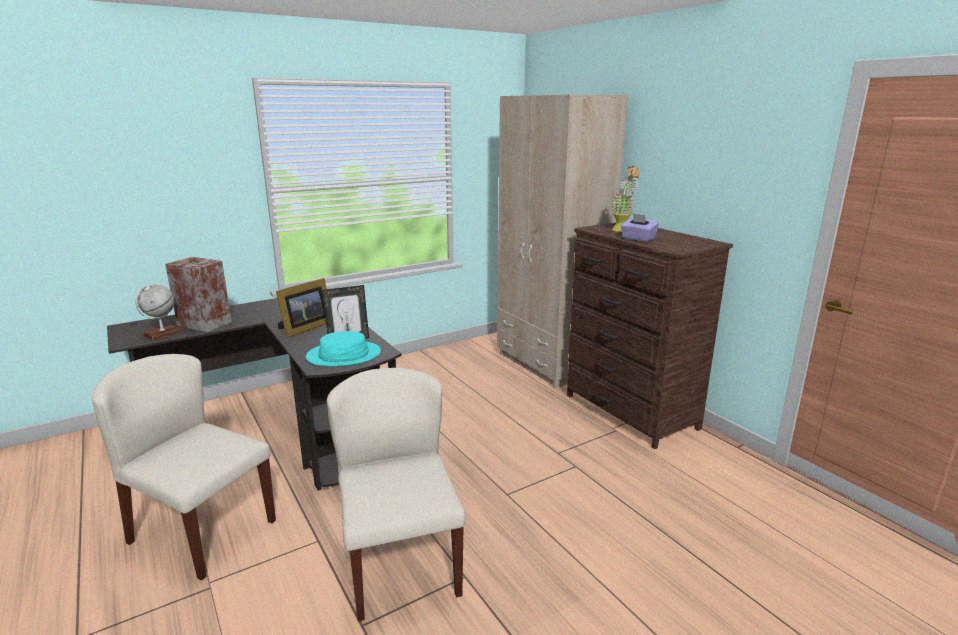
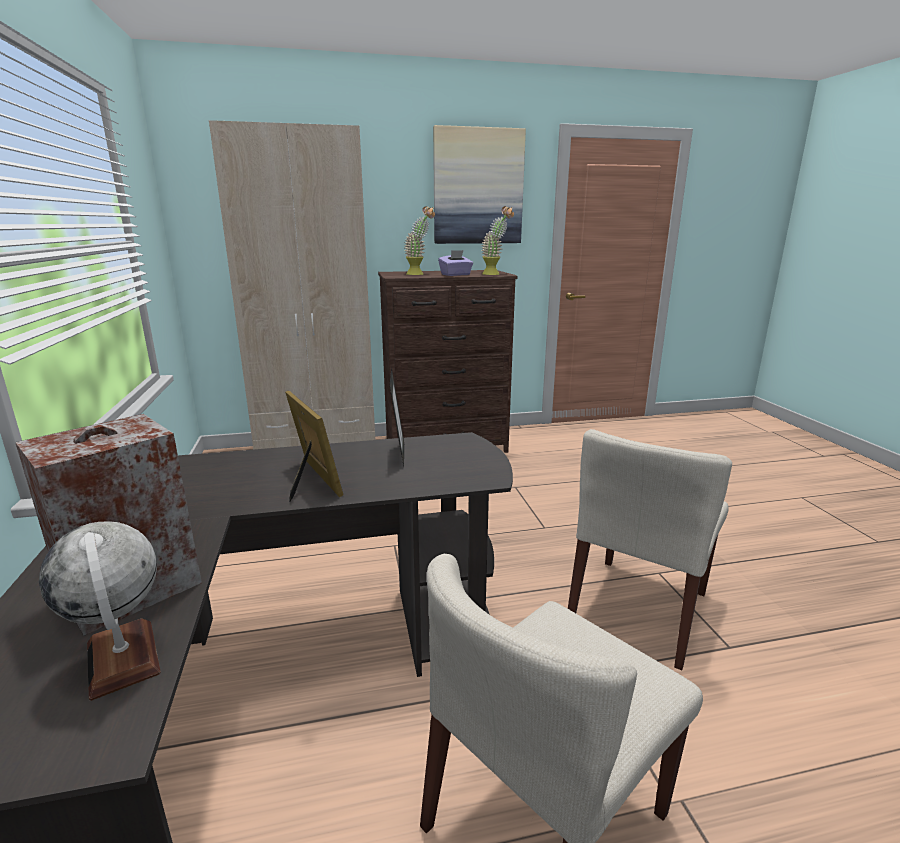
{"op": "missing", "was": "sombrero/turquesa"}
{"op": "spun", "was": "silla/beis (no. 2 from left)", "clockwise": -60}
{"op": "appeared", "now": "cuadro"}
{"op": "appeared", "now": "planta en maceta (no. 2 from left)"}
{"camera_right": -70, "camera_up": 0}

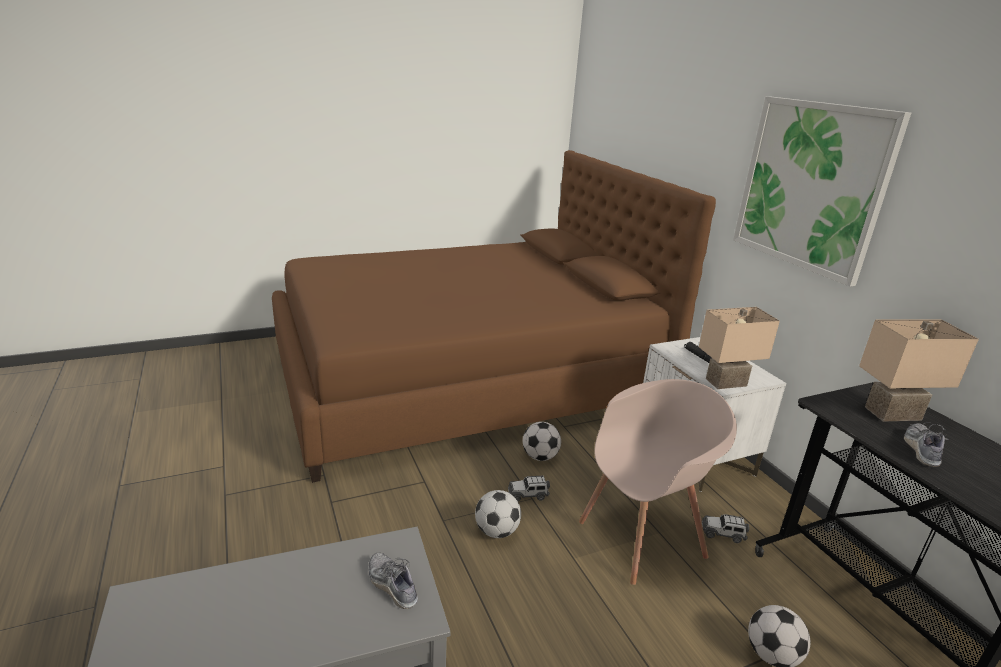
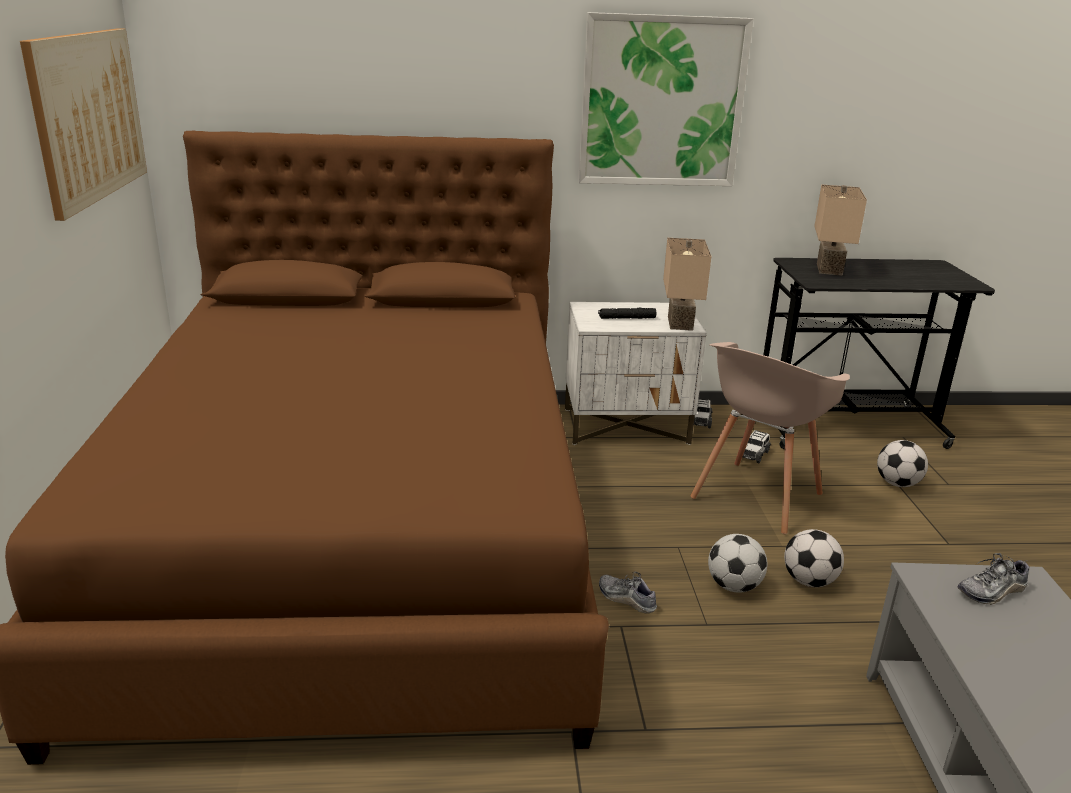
{"op": "spun", "was": "silla/beis", "clockwise": -135}
{"op": "relocated", "was": "balón de fútbol (no. 2 from left)"}
{"op": "relocated", "was": "zapato (no. 2 from left in the first image)", "now": "zapato (no. 1 from left)"}
{"op": "relocated", "was": "coche de juguete (no. 1 from left)"}
{"op": "appeared", "now": "cuadro (no. 1 from left)"}
{"camera_right": -70, "camera_up": 0}

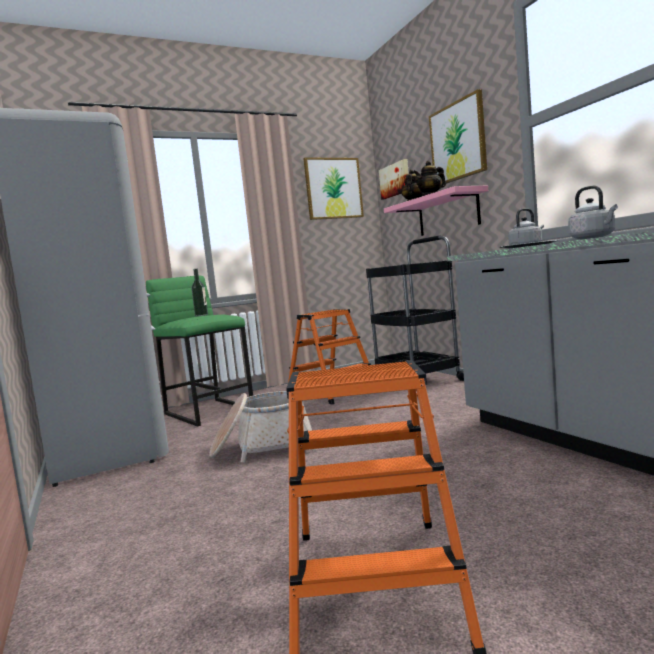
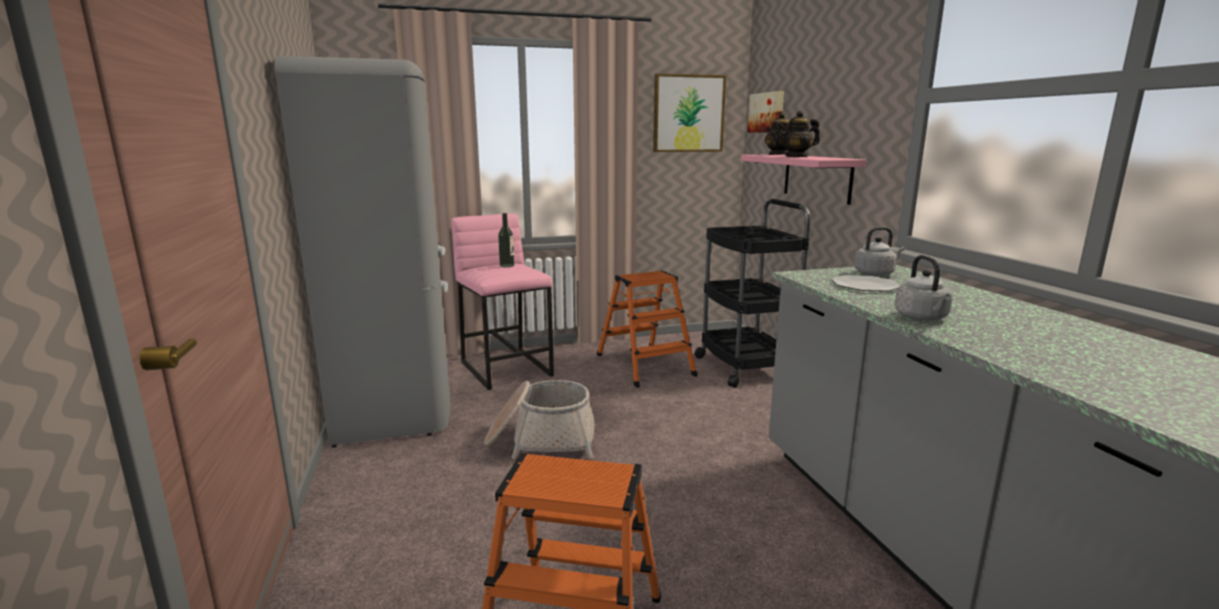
{"op": "missing", "was": "cuadro (no. 3 from left)"}
{"op": "colour", "was": "taburete/verde", "now": "taburete/rosa"}
{"camera_right": 10, "camera_up": 10}

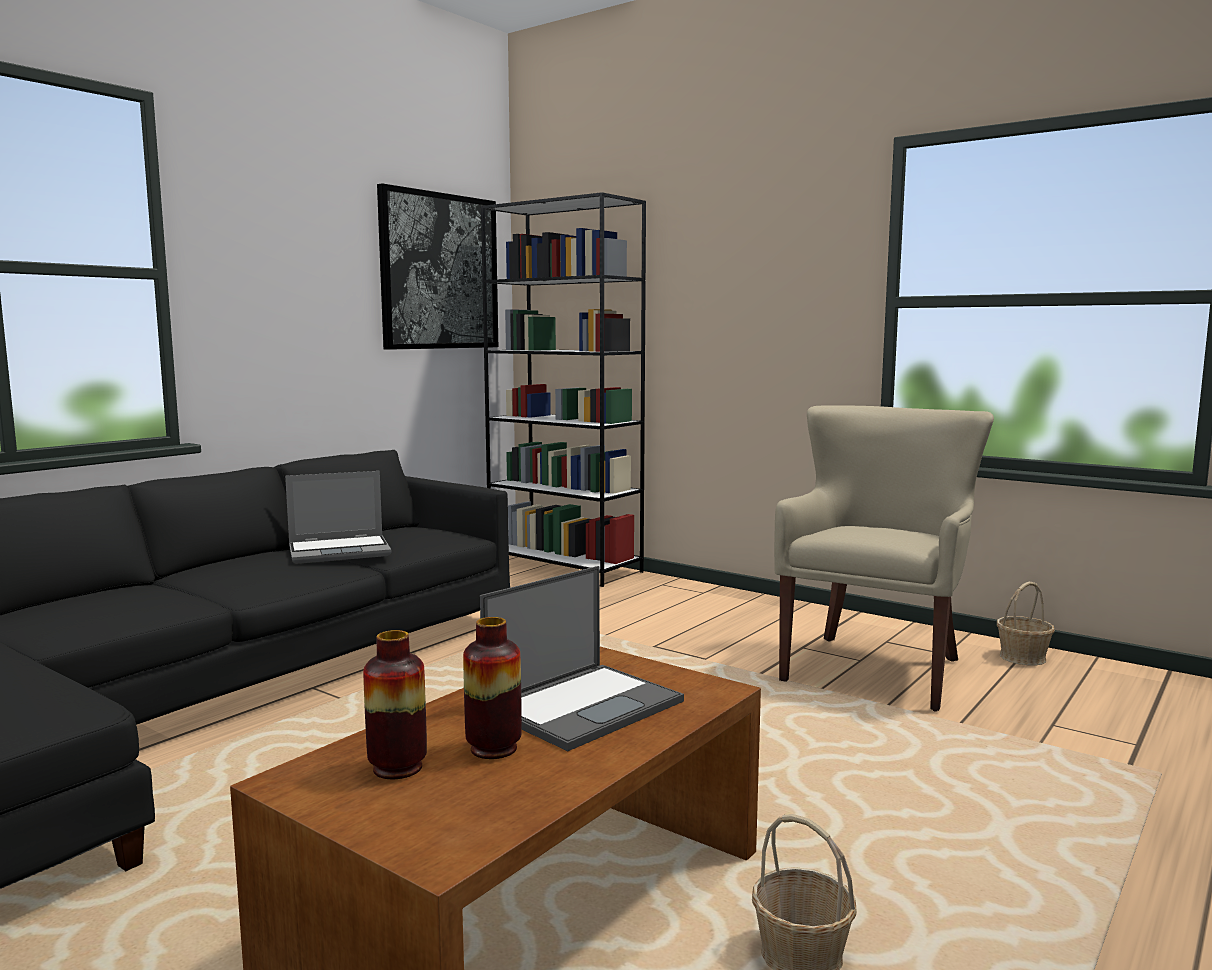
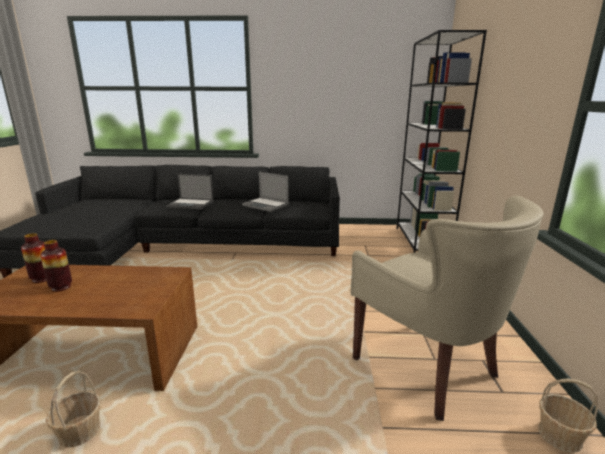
{"op": "missing", "was": "cuadro"}
{"op": "spun", "was": "sillón/beis", "clockwise": 60}
{"op": "relocated", "was": "portátil (no. 2 from left in the first image)", "now": "portátil (no. 1 from left)"}
{"camera_right": 55, "camera_up": 10}

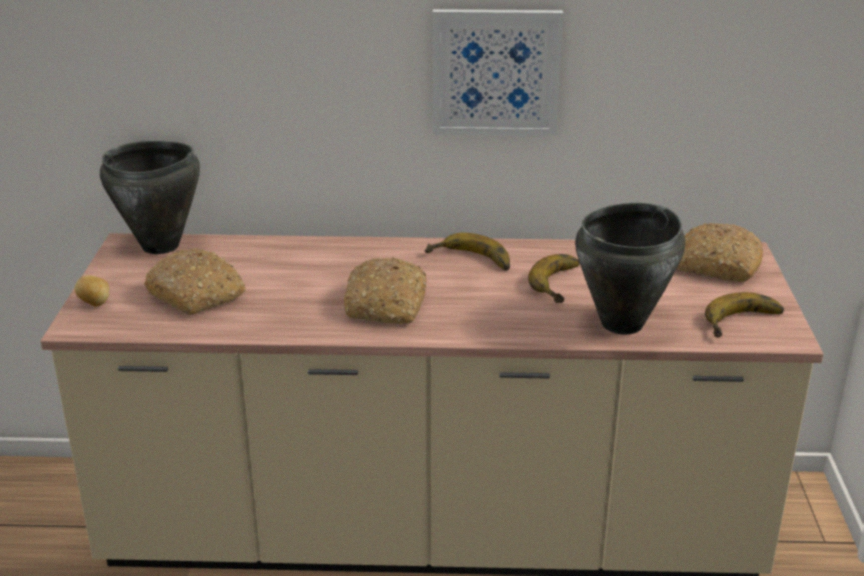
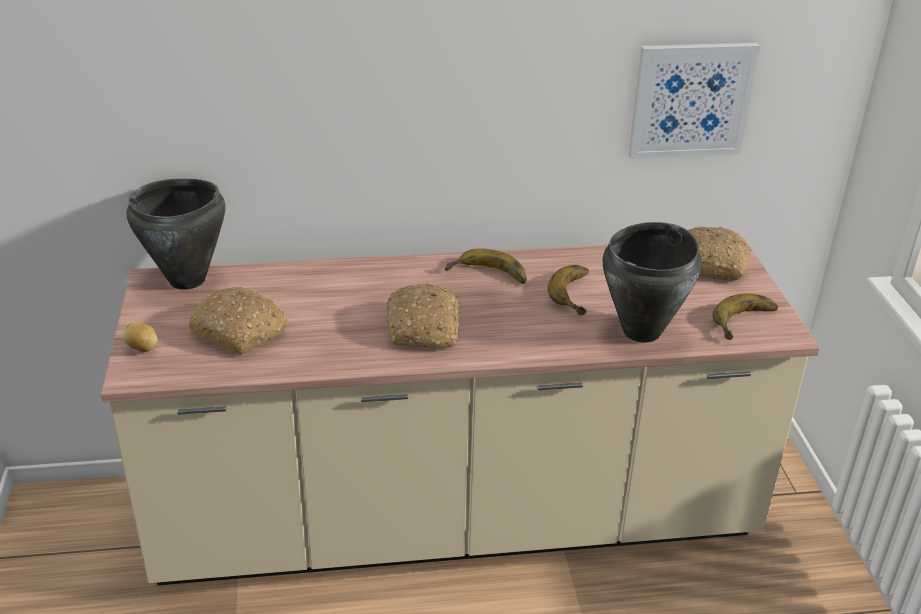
{"op": "relocated", "was": "cuadro"}
{"camera_right": -10, "camera_up": 5}

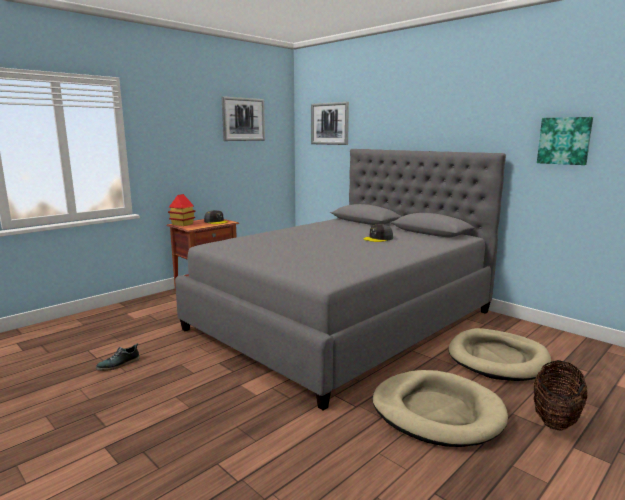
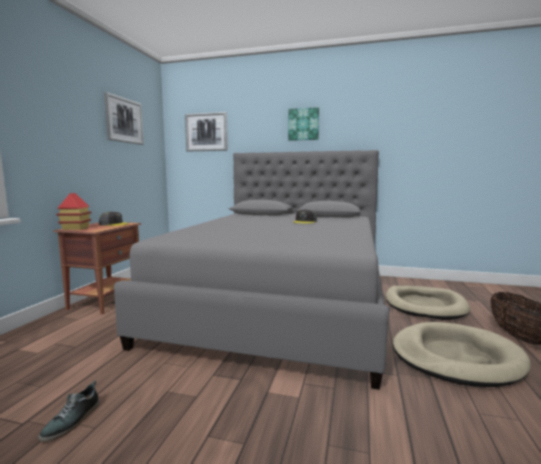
{"op": "relocated", "was": "cuadro (no. 3 from left)"}
{"camera_right": -30, "camera_up": -5}

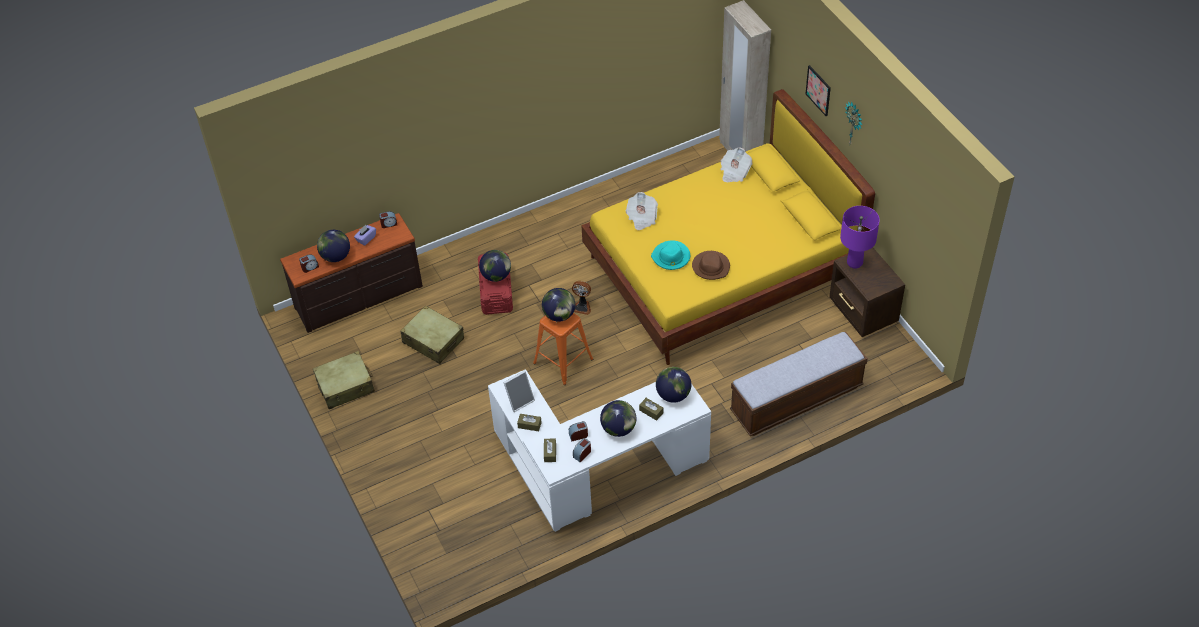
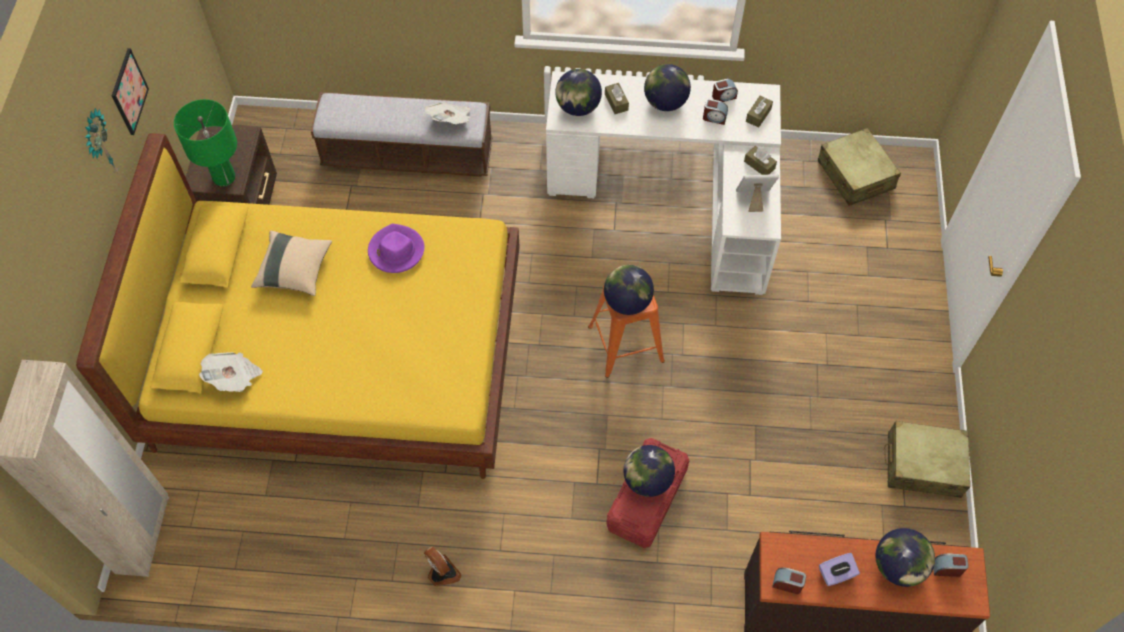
{"op": "relocated", "was": "cuadro"}
{"op": "relocated", "was": "periódico (no. 1 from left in the first image)", "now": "periódico (no. 2 from left)"}
{"op": "colour", "was": "lámpara de mesa/morado", "now": "lámpara de mesa/verde"}
{"op": "missing", "was": "sombrero/turquesa"}
{"op": "colour", "was": "sombrero/marrón", "now": "sombrero/morado"}
{"op": "relocated", "was": "ventilador"}
{"op": "relocated", "was": "maleta/beis (no. 2 from left in the first image)", "now": "maleta/beis (no. 1 from left)"}
{"op": "appeared", "now": "cojín/beis"}
{"camera_right": -150, "camera_up": 10}

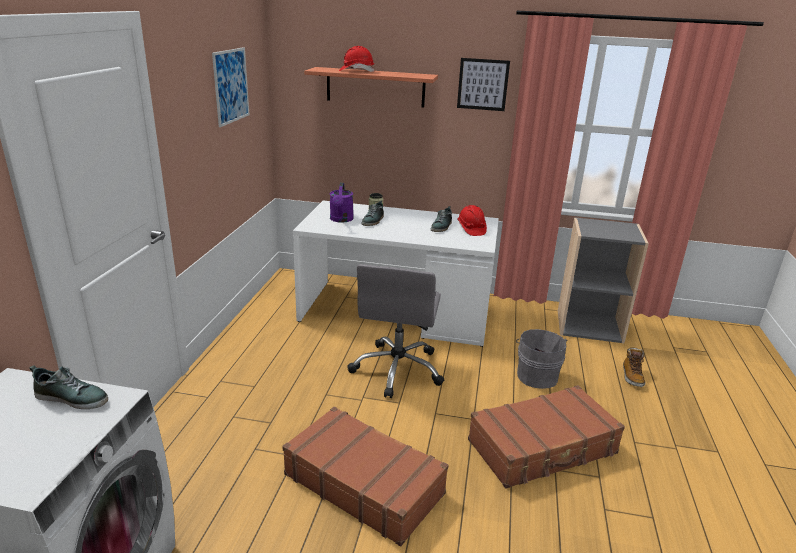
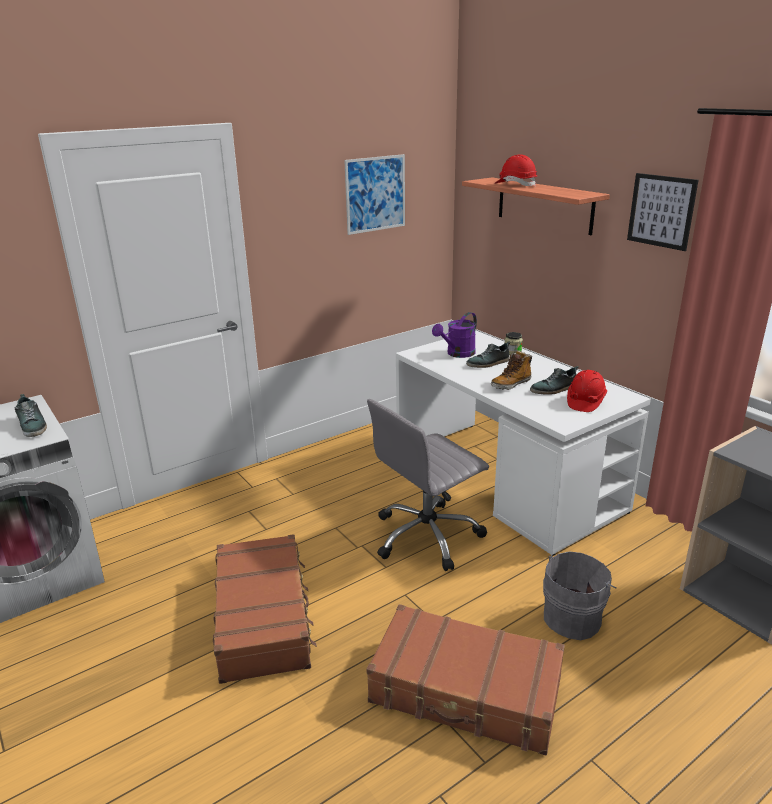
{"op": "relocated", "was": "bota"}
{"camera_right": 45, "camera_up": 0}

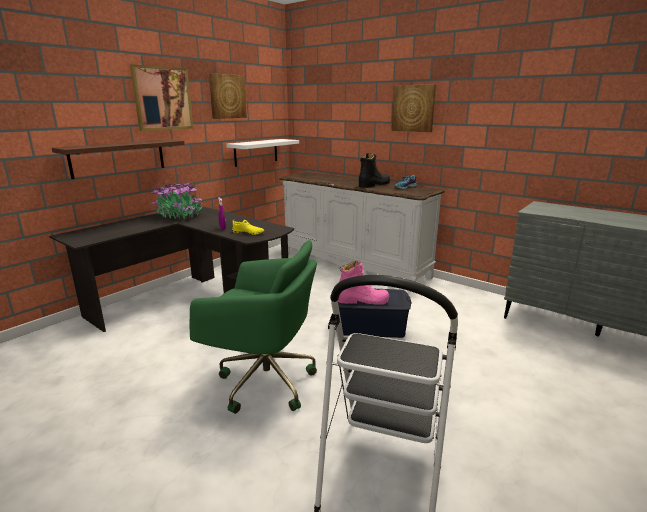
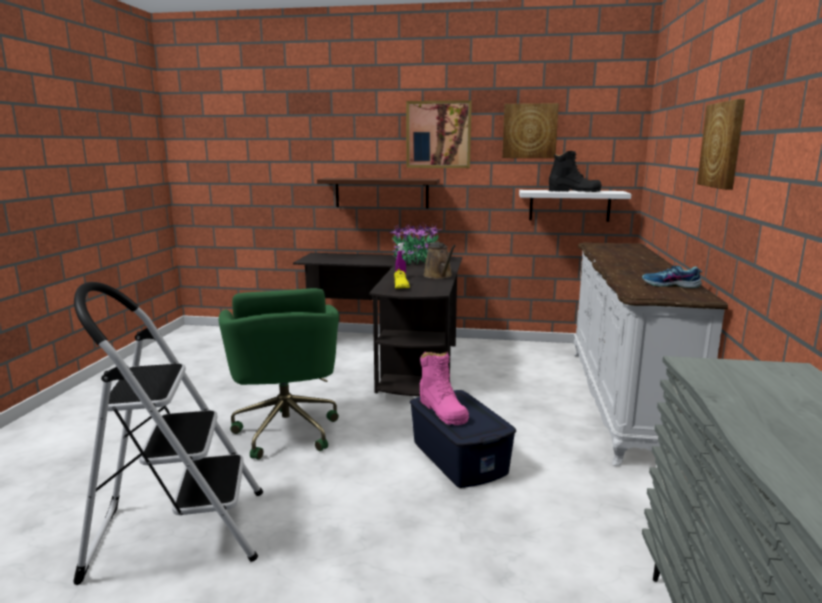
{"op": "relocated", "was": "bota/negro"}
{"op": "appeared", "now": "regadera/marrón"}
{"camera_right": 60, "camera_up": -5}

